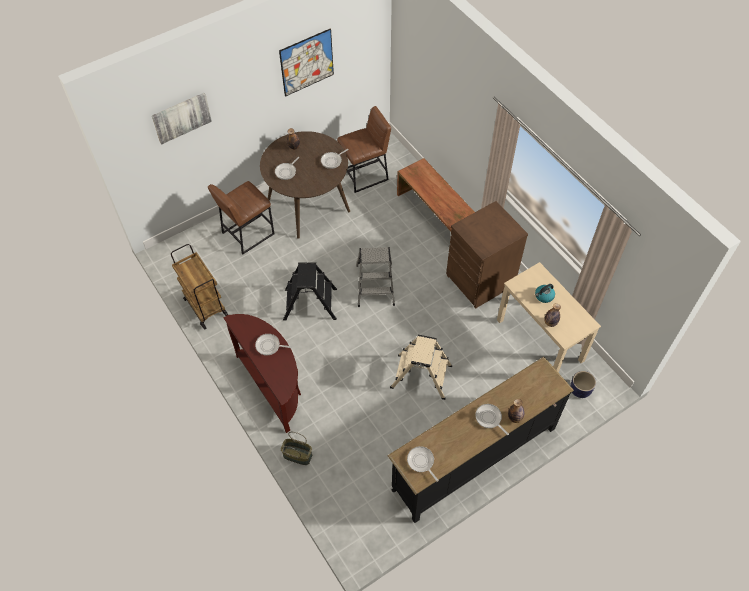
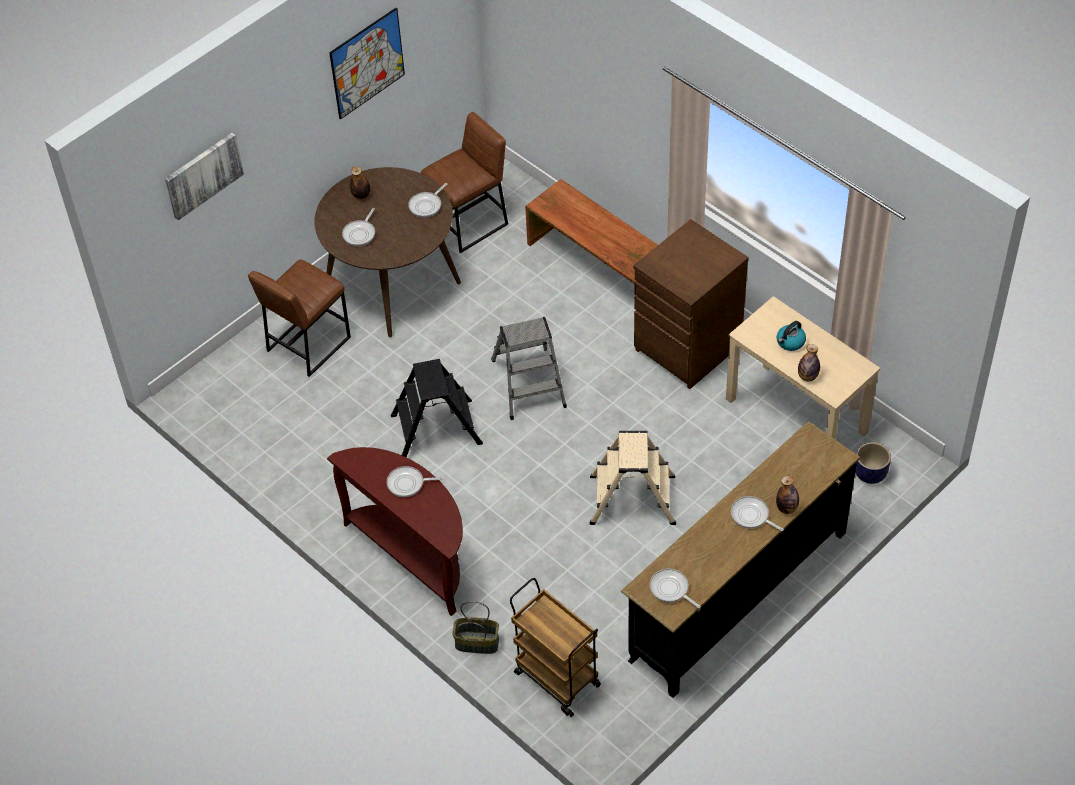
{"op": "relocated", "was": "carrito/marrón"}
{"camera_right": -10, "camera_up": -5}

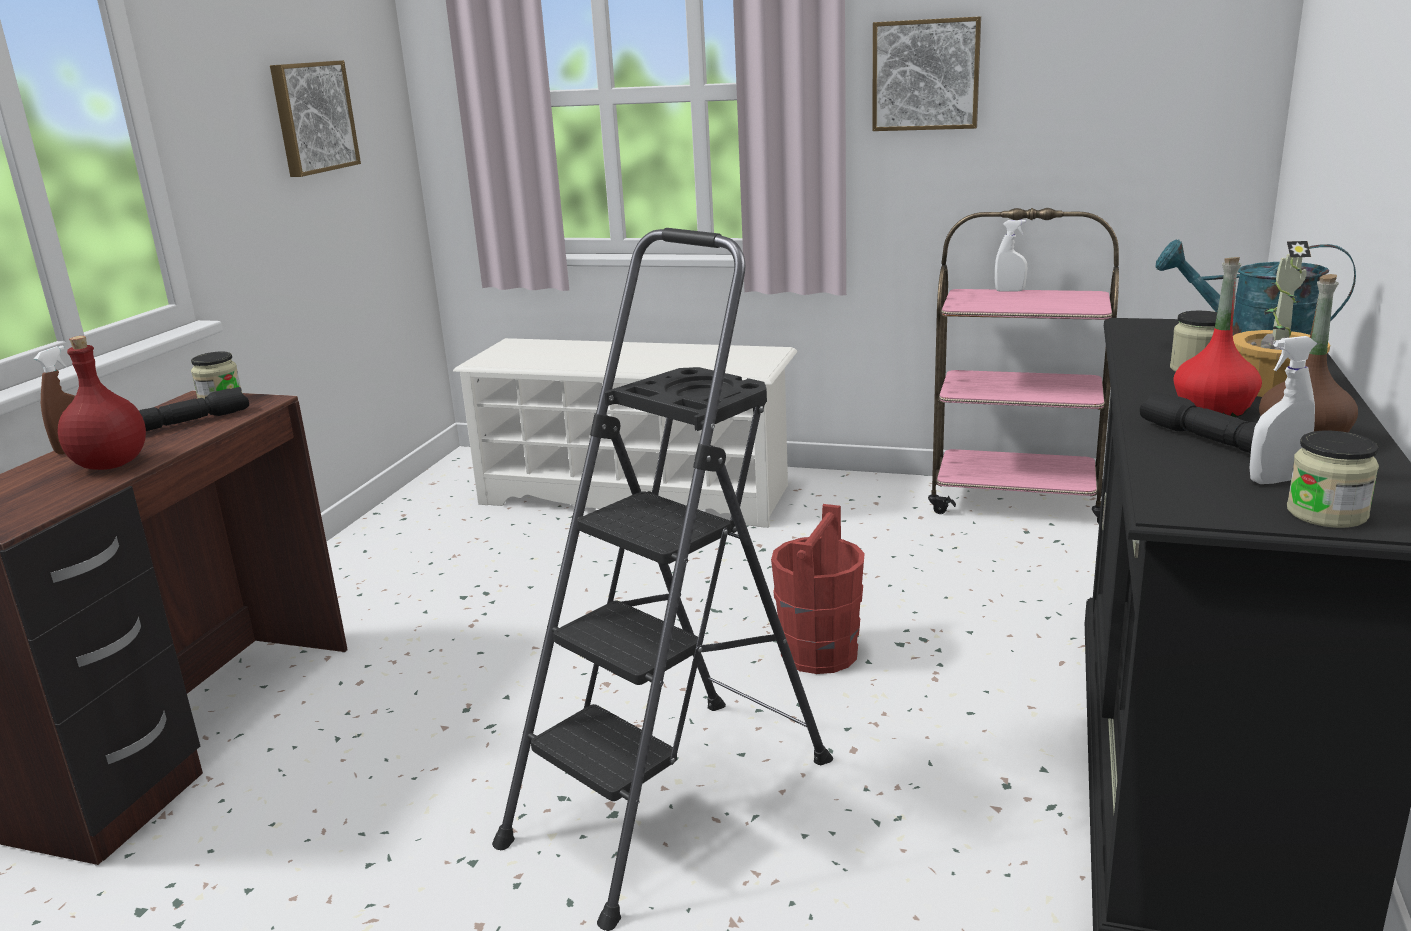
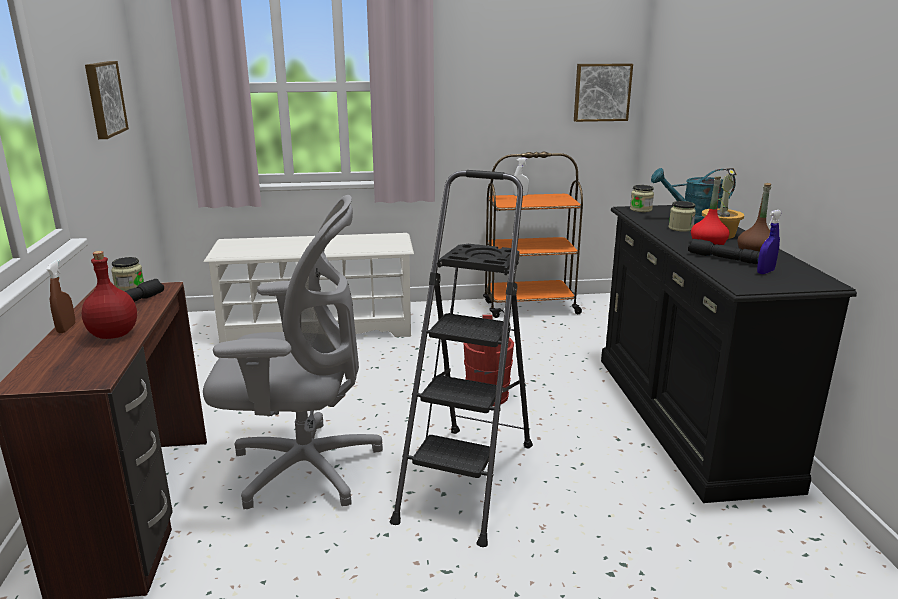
{"op": "relocated", "was": "cuadro (no. 2 from left)"}
{"op": "colour", "was": "carrito/rosa", "now": "carrito/naranja"}
{"op": "colour", "was": "pulverizador/blanco (no. 2 from left)", "now": "pulverizador/azul"}
{"op": "relocated", "was": "tarro (no. 3 from left in the first image)", "now": "tarro (no. 2 from left)"}
{"op": "appeared", "now": "silla de oficina/gris"}
{"camera_right": -25, "camera_up": 0}

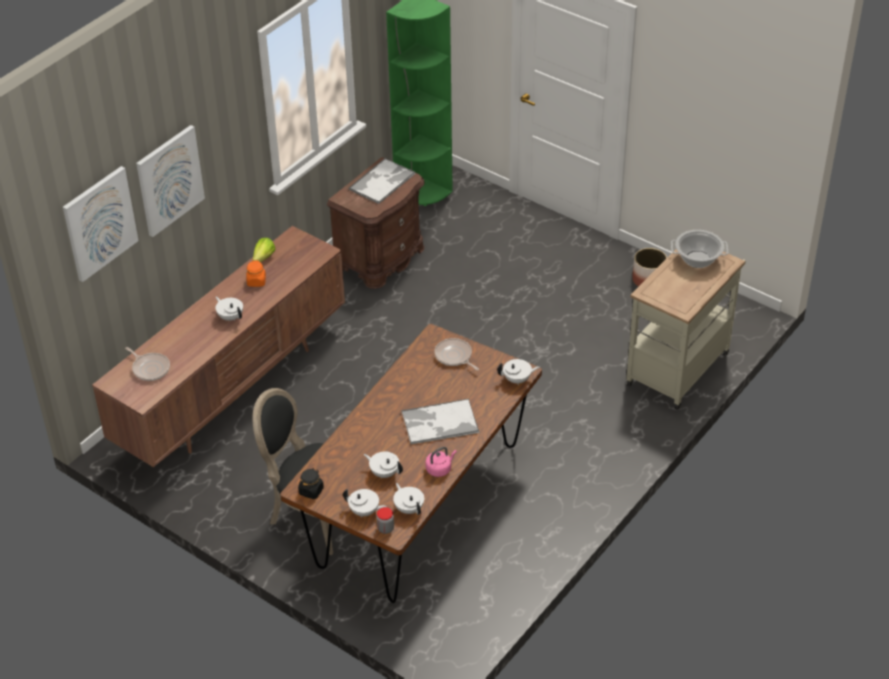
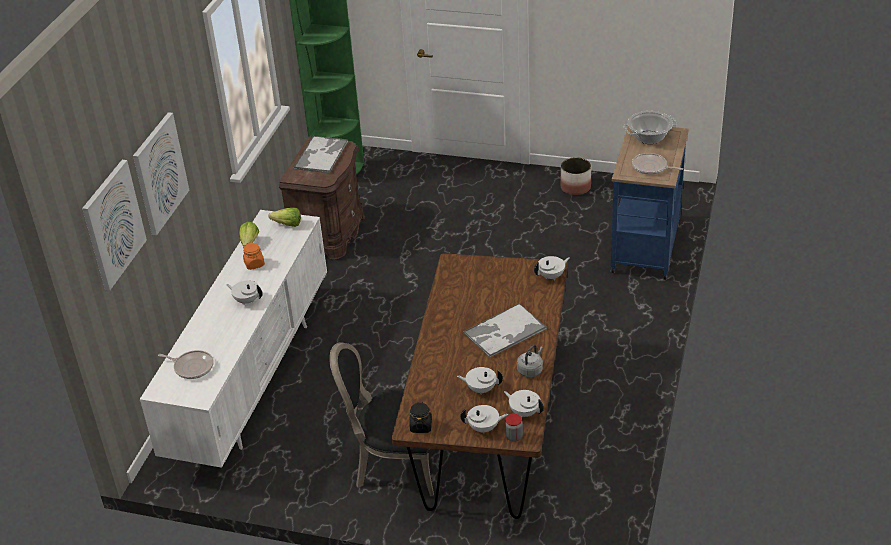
{"op": "colour", "was": "armario/marrón", "now": "armario/blanco"}
{"op": "colour", "was": "carrito/beis", "now": "carrito/azul"}
{"op": "relocated", "was": "sartén (no. 2 from left)"}
{"op": "colour", "was": "hervidor/rosa", "now": "hervidor/gris"}
{"op": "appeared", "now": "lechuga (no. 2 from left)"}
{"camera_right": -20, "camera_up": -5}

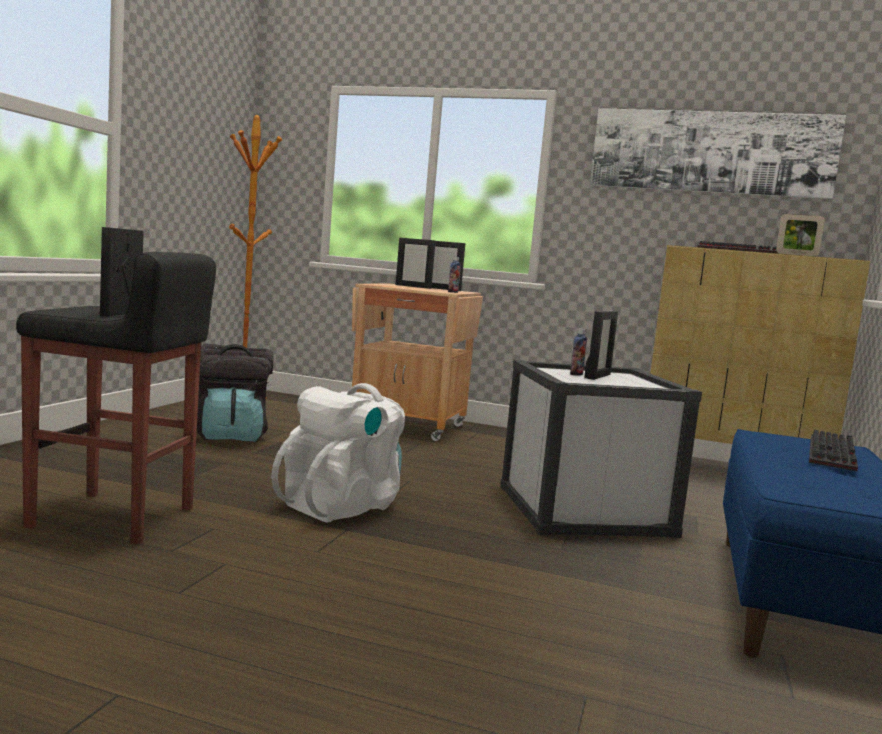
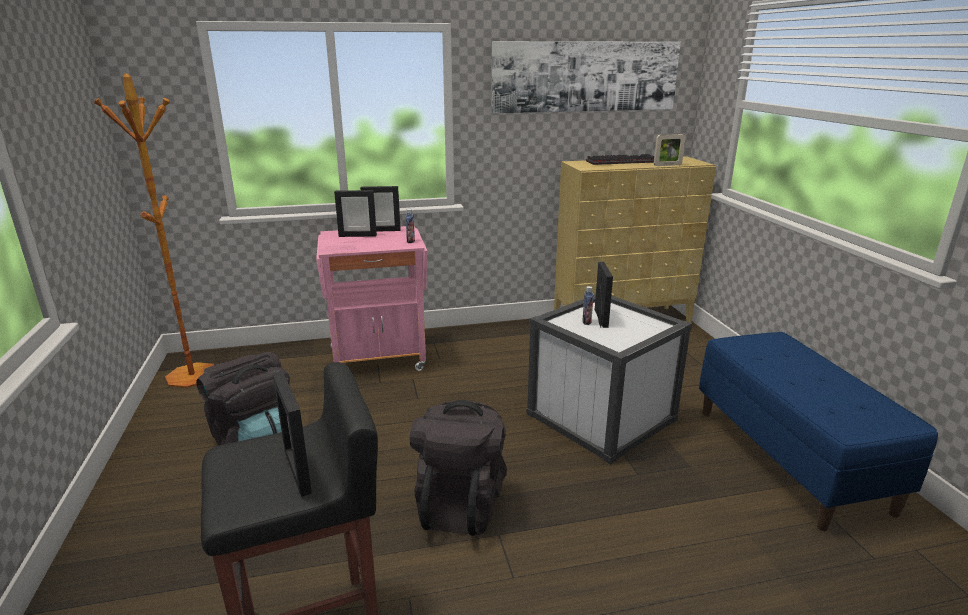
{"op": "colour", "was": "carrito/marrón", "now": "carrito/rosa"}
{"op": "colour", "was": "mochila/blanco", "now": "mochila/negro (no. 2 from left)"}
{"op": "missing", "was": "teclado (no. 2 from left)"}
{"camera_right": -30, "camera_up": 15}

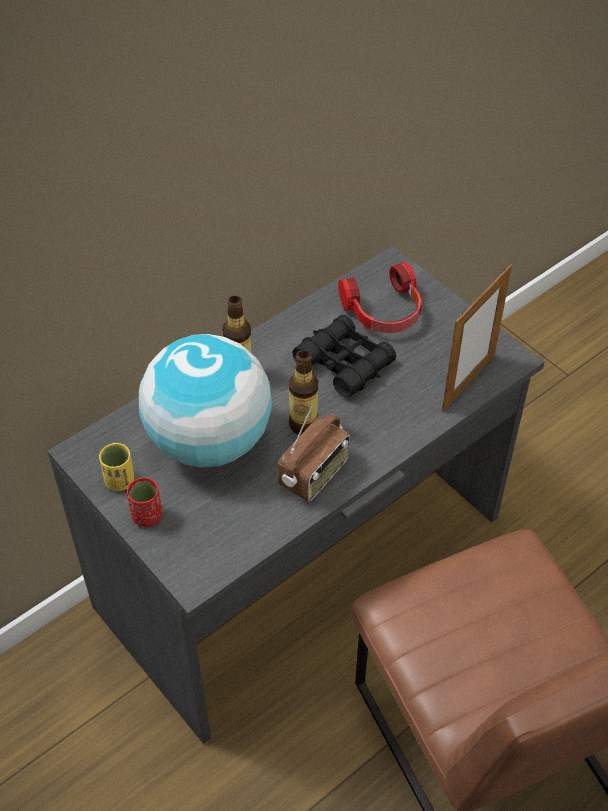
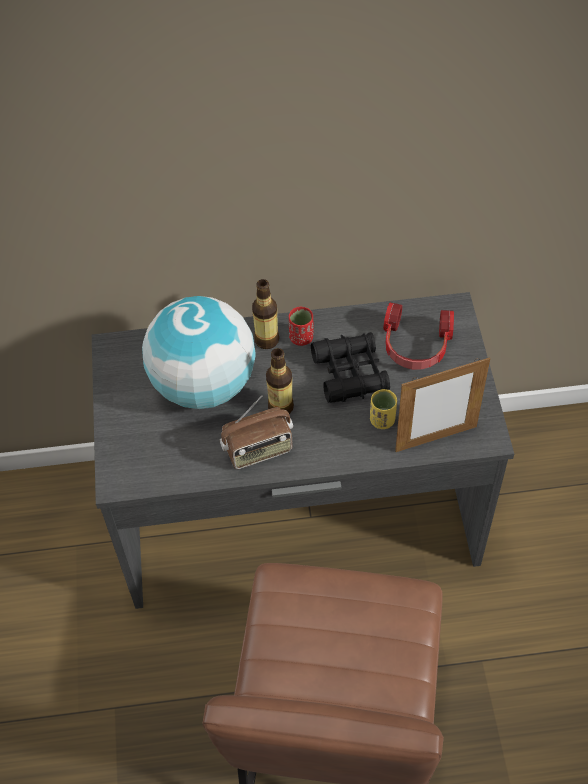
{"op": "relocated", "was": "taza/amarillo"}
{"op": "relocated", "was": "taza/rojo"}
{"camera_right": 35, "camera_up": 5}

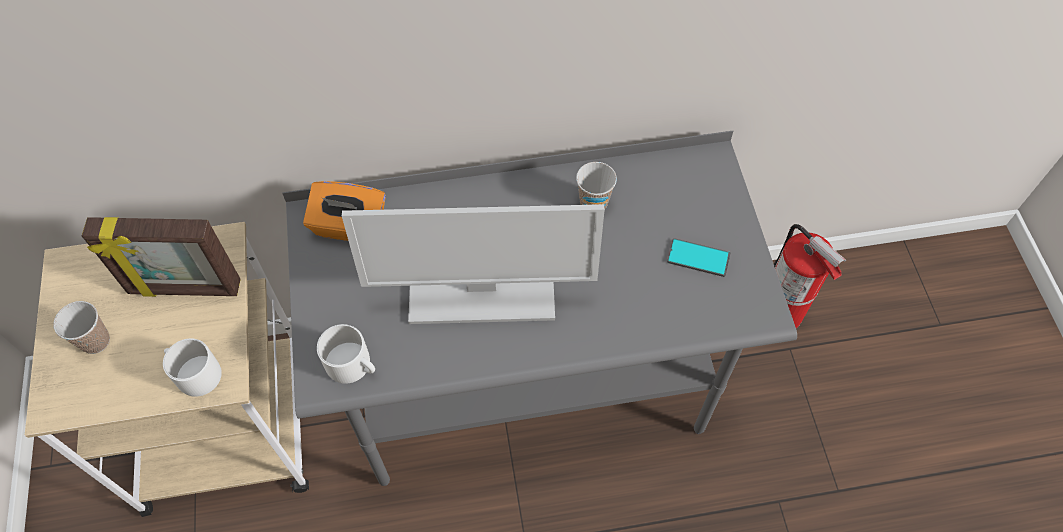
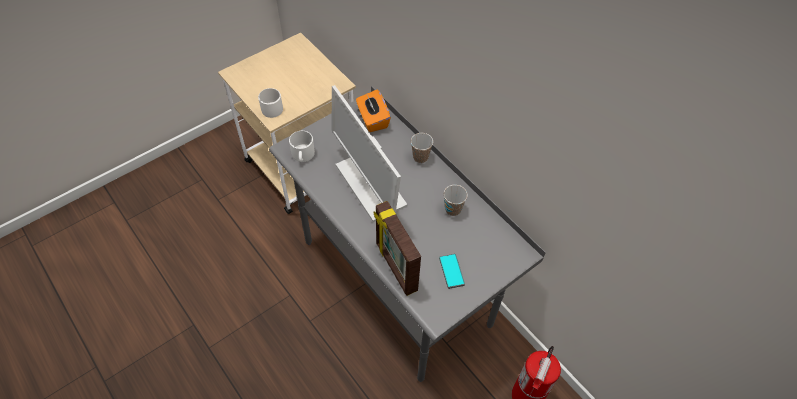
{"op": "relocated", "was": "portarretratos"}
{"op": "relocated", "was": "taza (no. 1 from left)"}
{"camera_right": 60, "camera_up": -5}

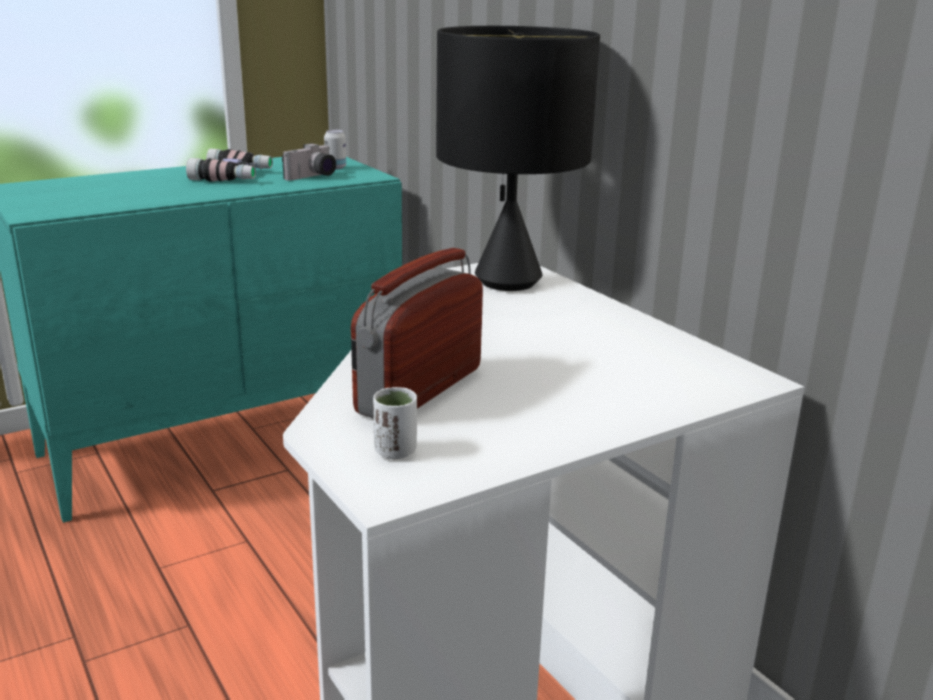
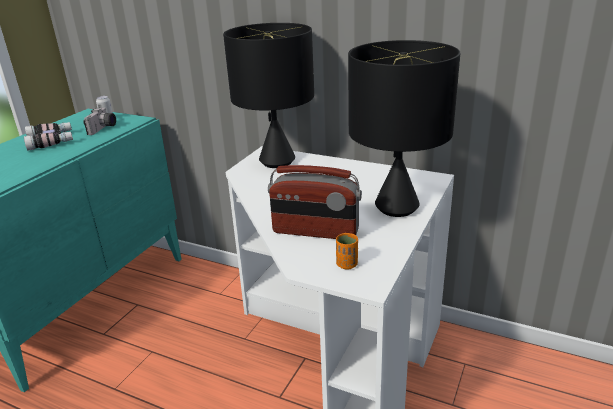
{"op": "spun", "was": "radio", "clockwise": -75}
{"op": "colour", "was": "taza/blanco", "now": "taza/naranja"}
{"op": "appeared", "now": "lámpara de mesa/negro (no. 2 from left)"}
{"camera_right": -30, "camera_up": 5}

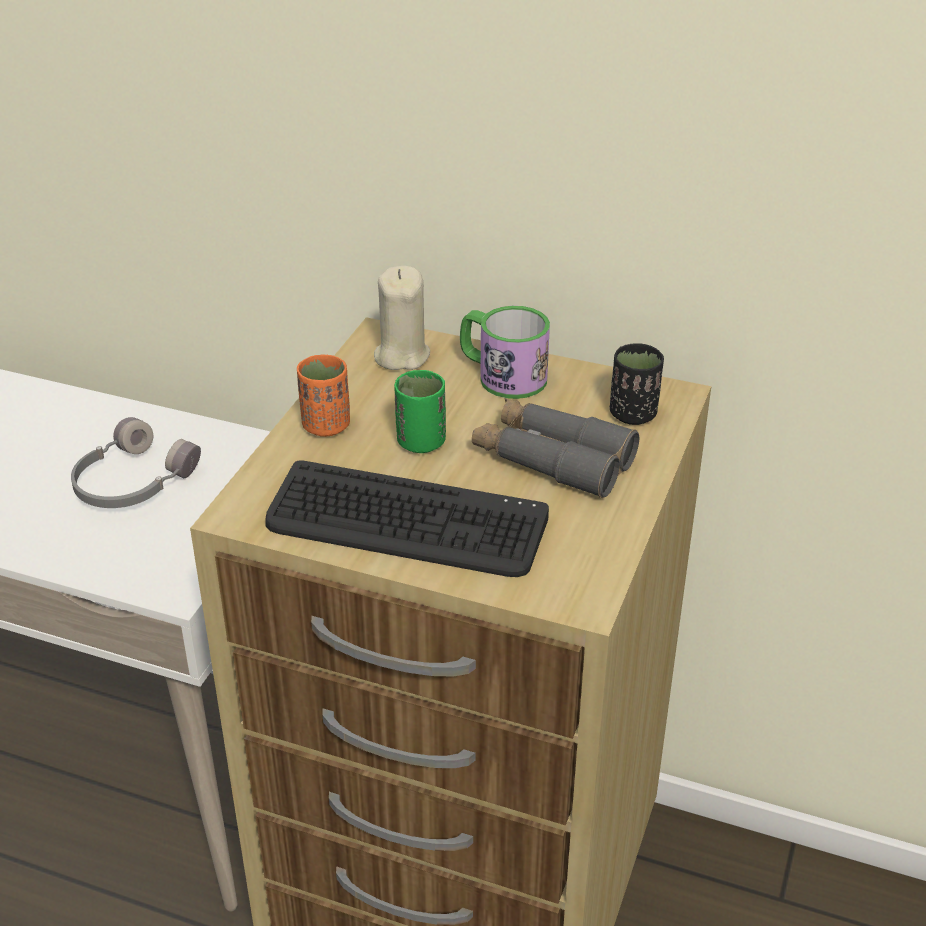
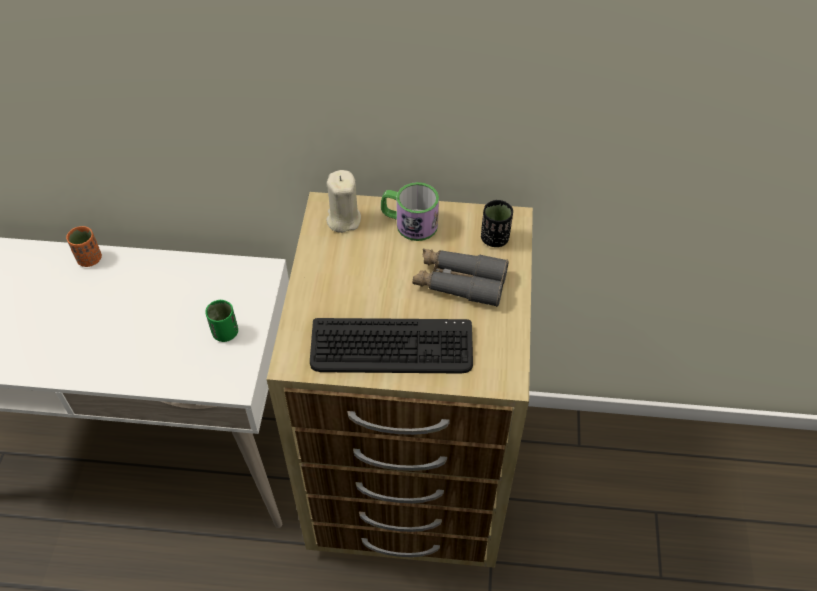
{"op": "relocated", "was": "taza/naranja"}
{"op": "relocated", "was": "taza/verde"}
{"op": "missing", "was": "auriculares/gris"}
{"camera_right": -15, "camera_up": 15}

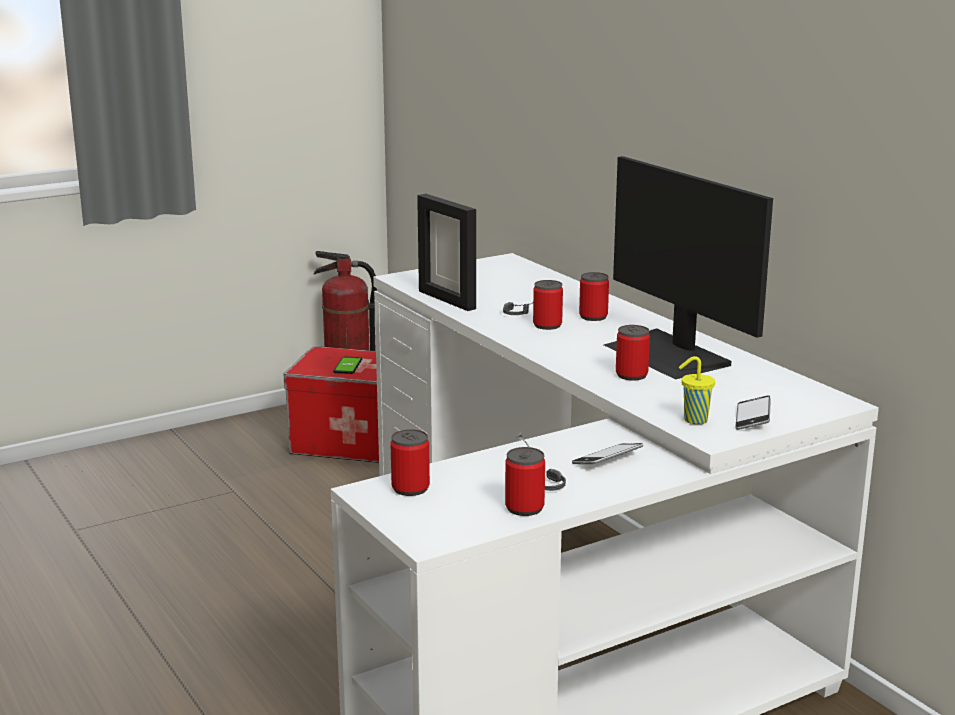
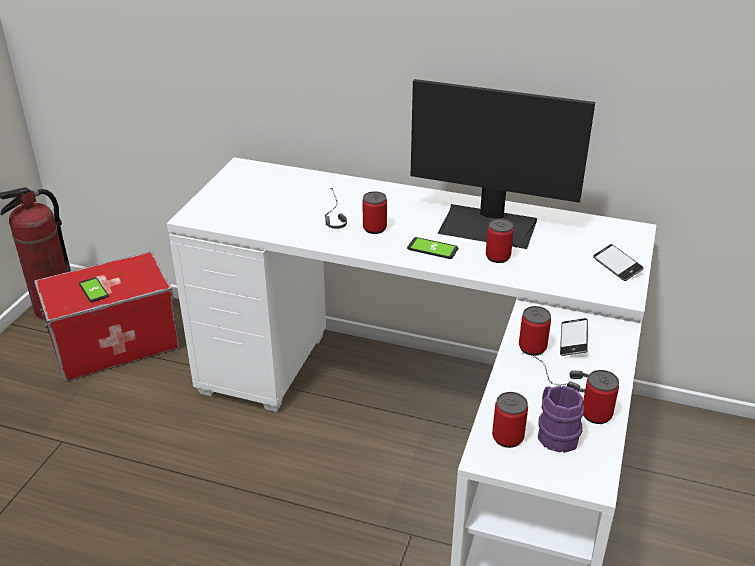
{"op": "missing", "was": "portarretratos"}
{"op": "relocated", "was": "lata (no. 4 from left)"}
{"op": "missing", "was": "taza/amarillo"}
{"op": "appeared", "now": "móvil (no. 2 from left)"}
{"op": "appeared", "now": "taza grande/morado"}
{"camera_right": -40, "camera_up": 15}

